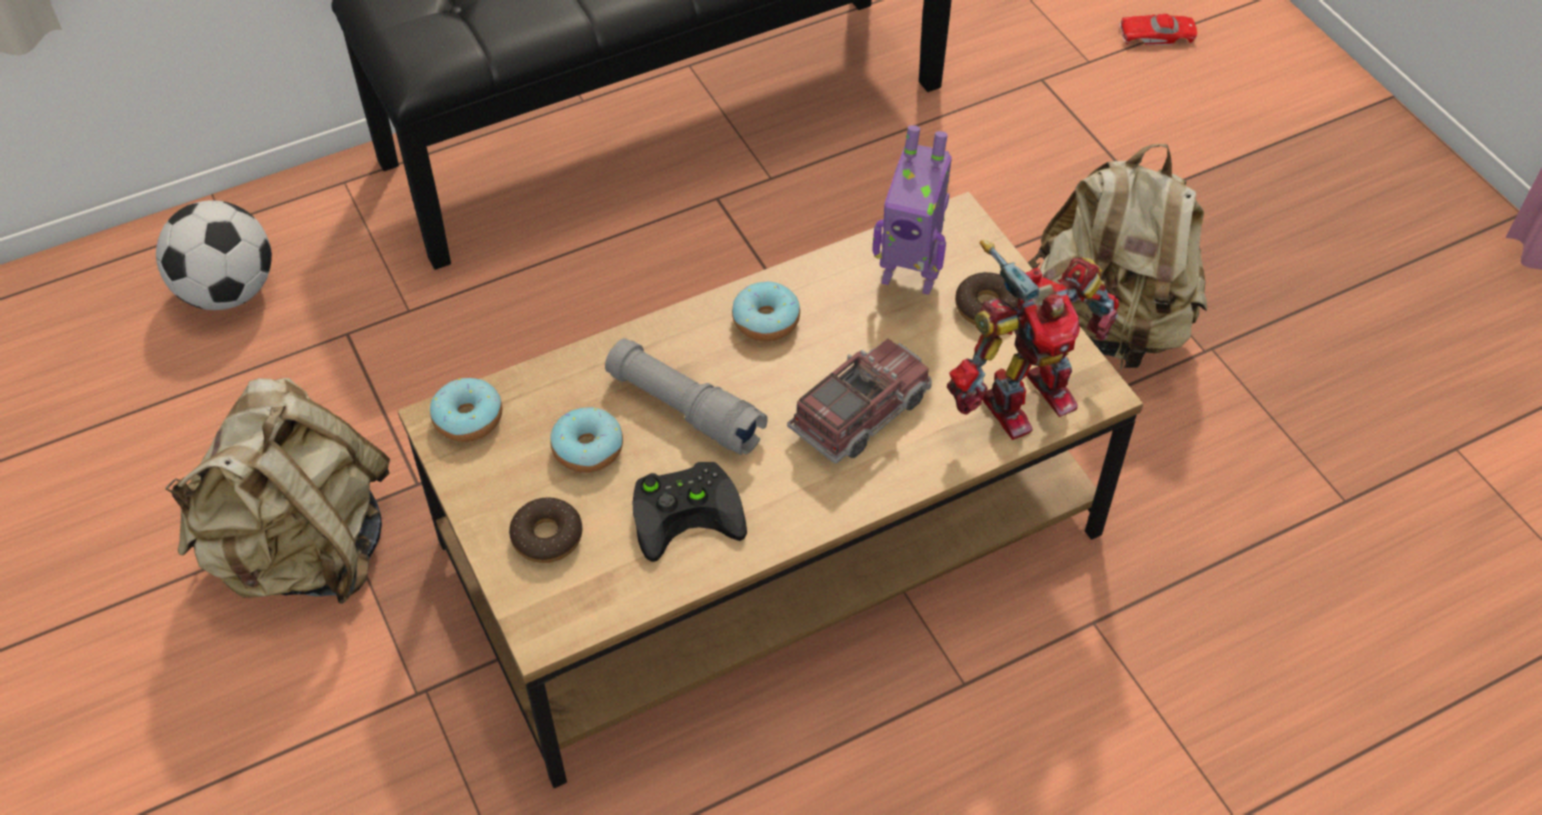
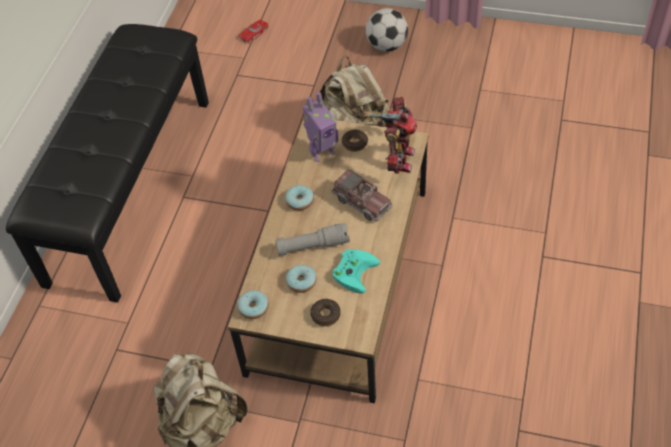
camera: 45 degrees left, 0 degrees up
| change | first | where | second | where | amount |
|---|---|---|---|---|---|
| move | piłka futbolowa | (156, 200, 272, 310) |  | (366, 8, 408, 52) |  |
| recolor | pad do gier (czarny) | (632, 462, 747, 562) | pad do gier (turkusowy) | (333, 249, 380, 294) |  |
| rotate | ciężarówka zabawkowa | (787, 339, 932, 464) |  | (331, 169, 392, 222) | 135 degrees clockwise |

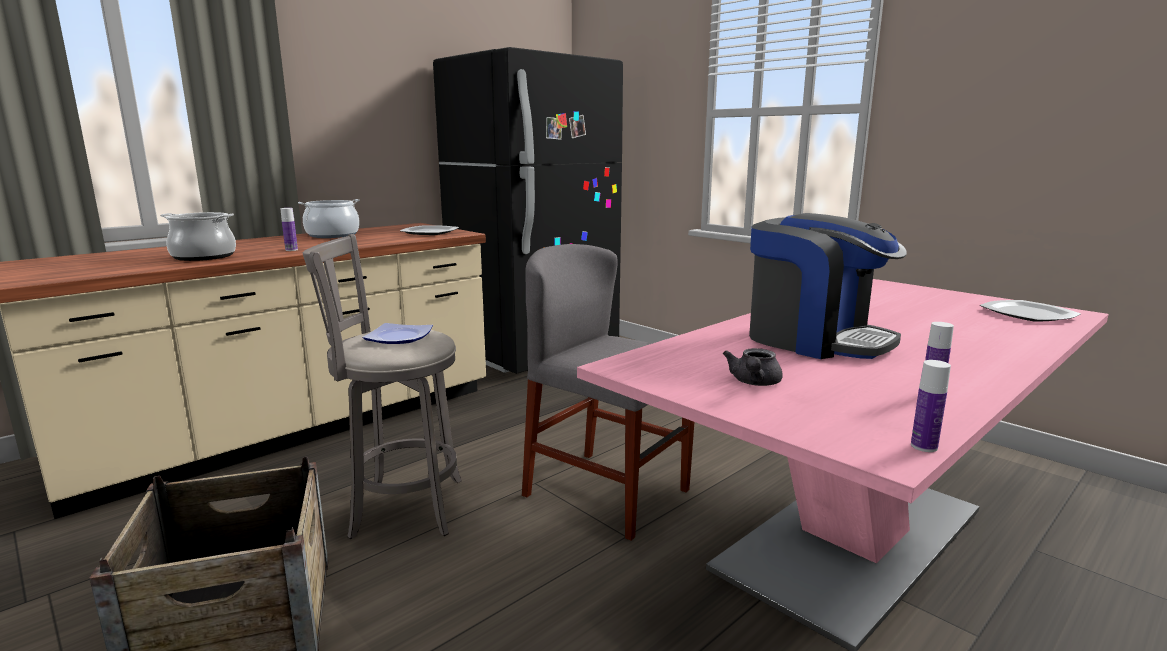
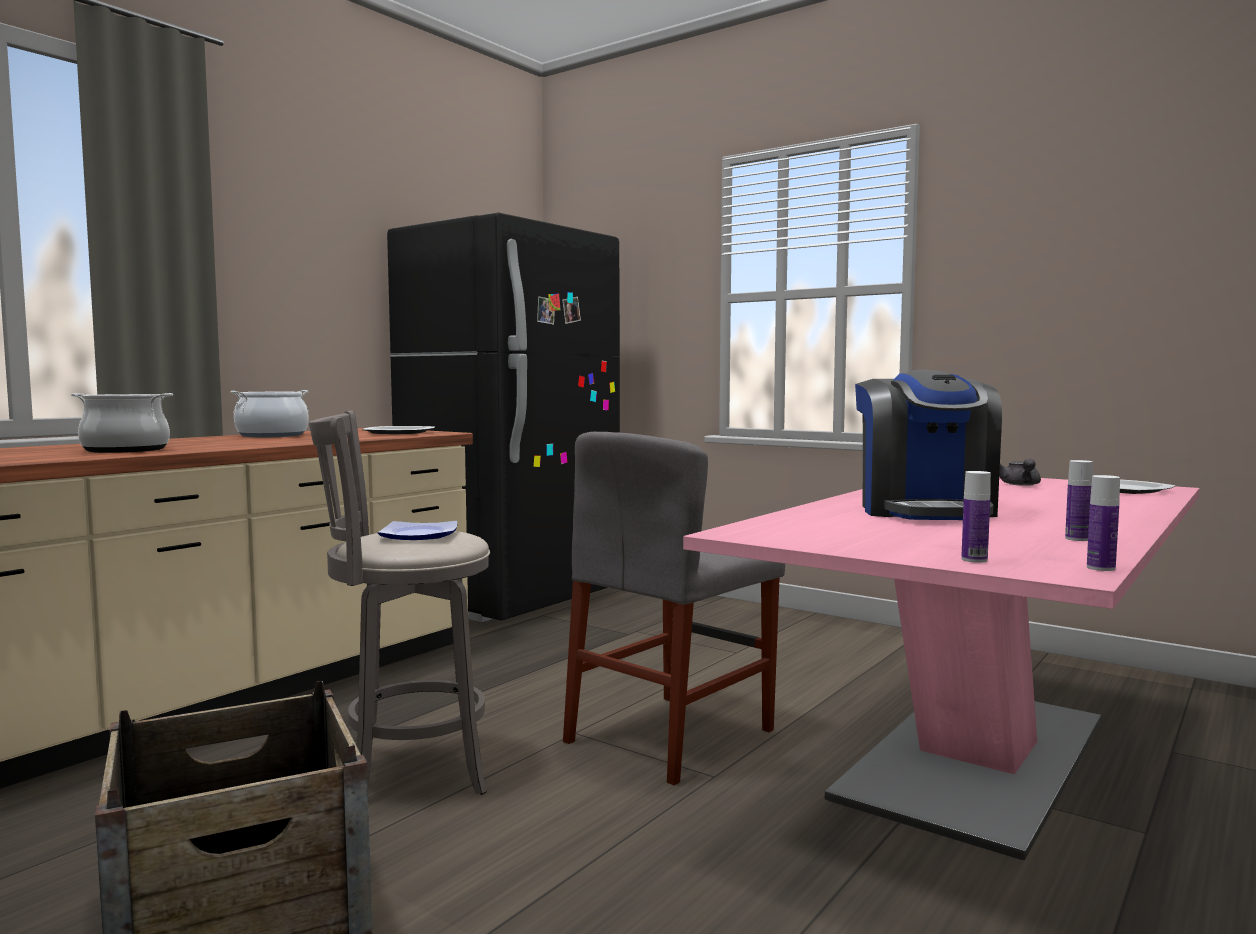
camera: 10 degrees left, 10 degrees down
| change | first | where | second | where | amount |
|---|---|---|---|---|---|
| move | butelka | (280, 208, 298, 251) |  | (961, 471, 991, 563) |  |
| move | imbryk (szary) | (723, 348, 783, 386) |  | (999, 459, 1041, 486) |  |
| rotate | krzesło (szary) | (522, 244, 694, 541) |  | (563, 432, 785, 785) | 75 degrees counterclockwise |
| rotate | ekspres do kawy | (749, 213, 907, 359) |  | (855, 370, 1002, 520) | 60 degrees clockwise |

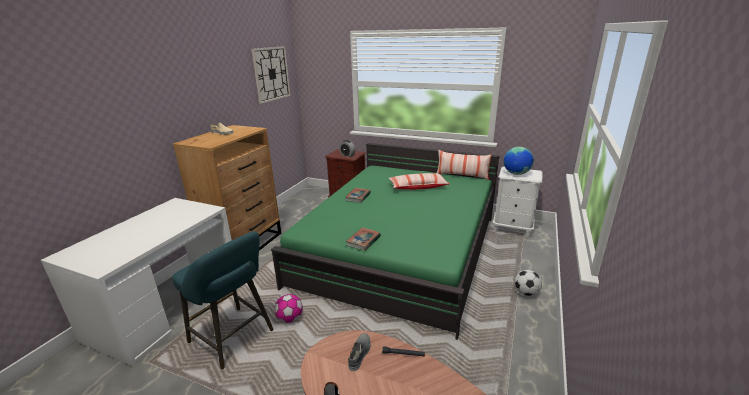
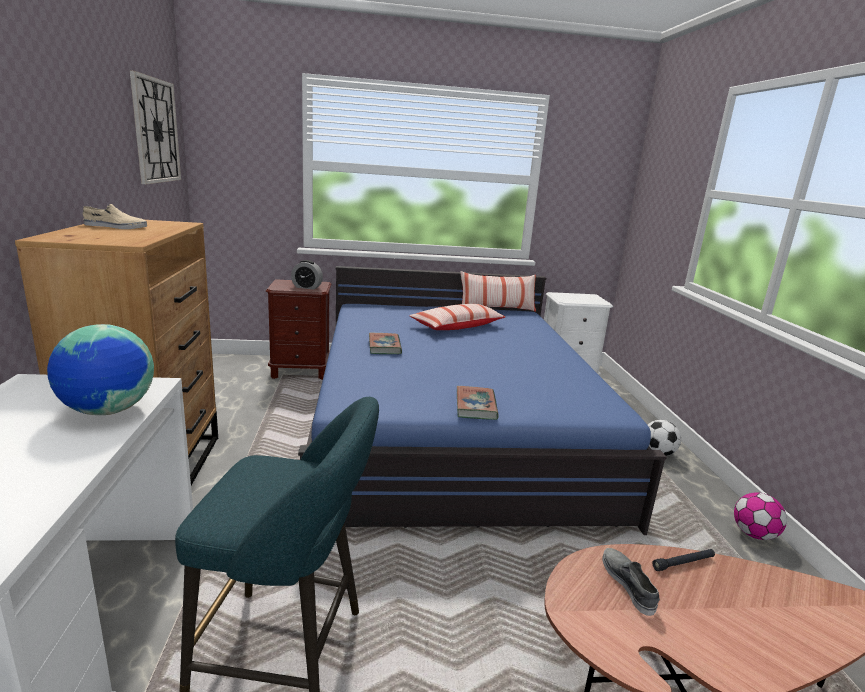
camera: 30 degrees left, 5 degrees down
| change | first | where | second | where | amount |
|---|---|---|---|---|---|
| move | piłka futbolowa | (275, 294, 303, 323) |  | (734, 492, 787, 540) |  |
| move | globus | (504, 147, 534, 175) |  | (47, 324, 154, 415) |  |
| recolor | łóżko (zielony) | (271, 143, 500, 340) | łóżko (niebieski) | (298, 266, 667, 535) |  |

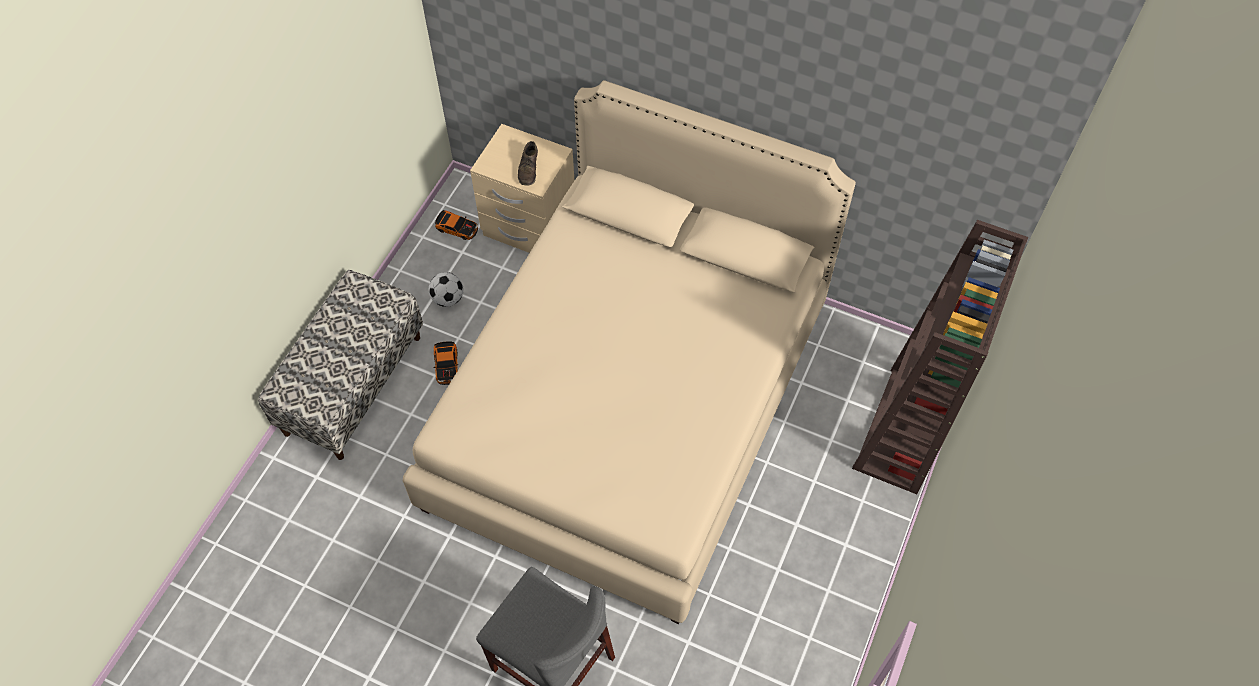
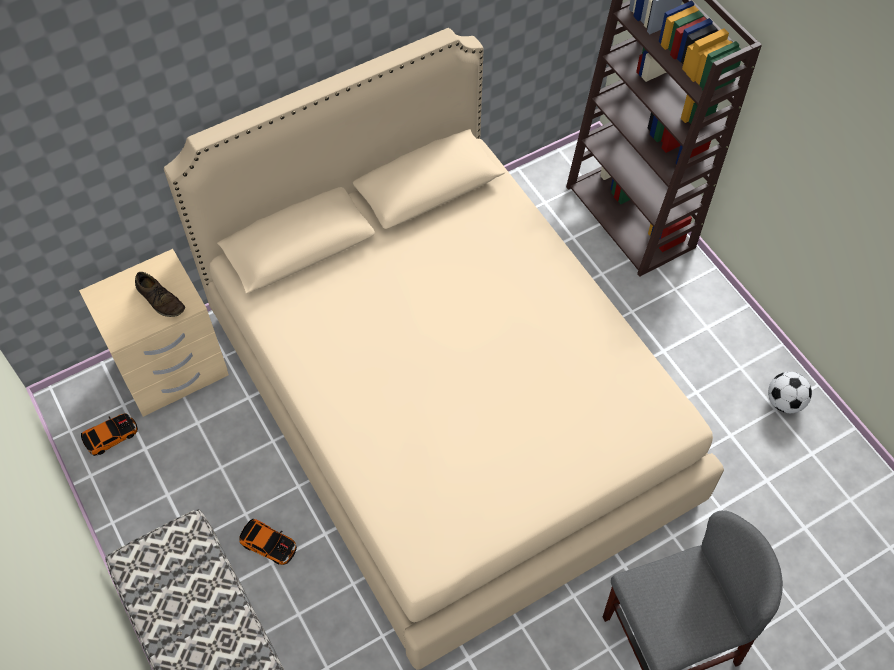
camera: 55 degrees left, 0 degrees up
| change | first | where | second | where | amount |
|---|---|---|---|---|---|
| move | piłka futbolowa | (429, 272, 463, 307) |  | (768, 372, 812, 413) |  |

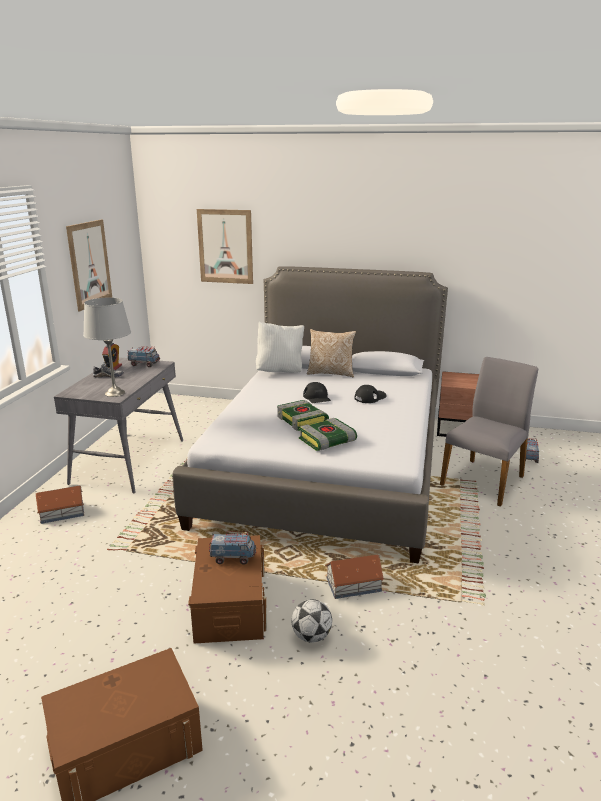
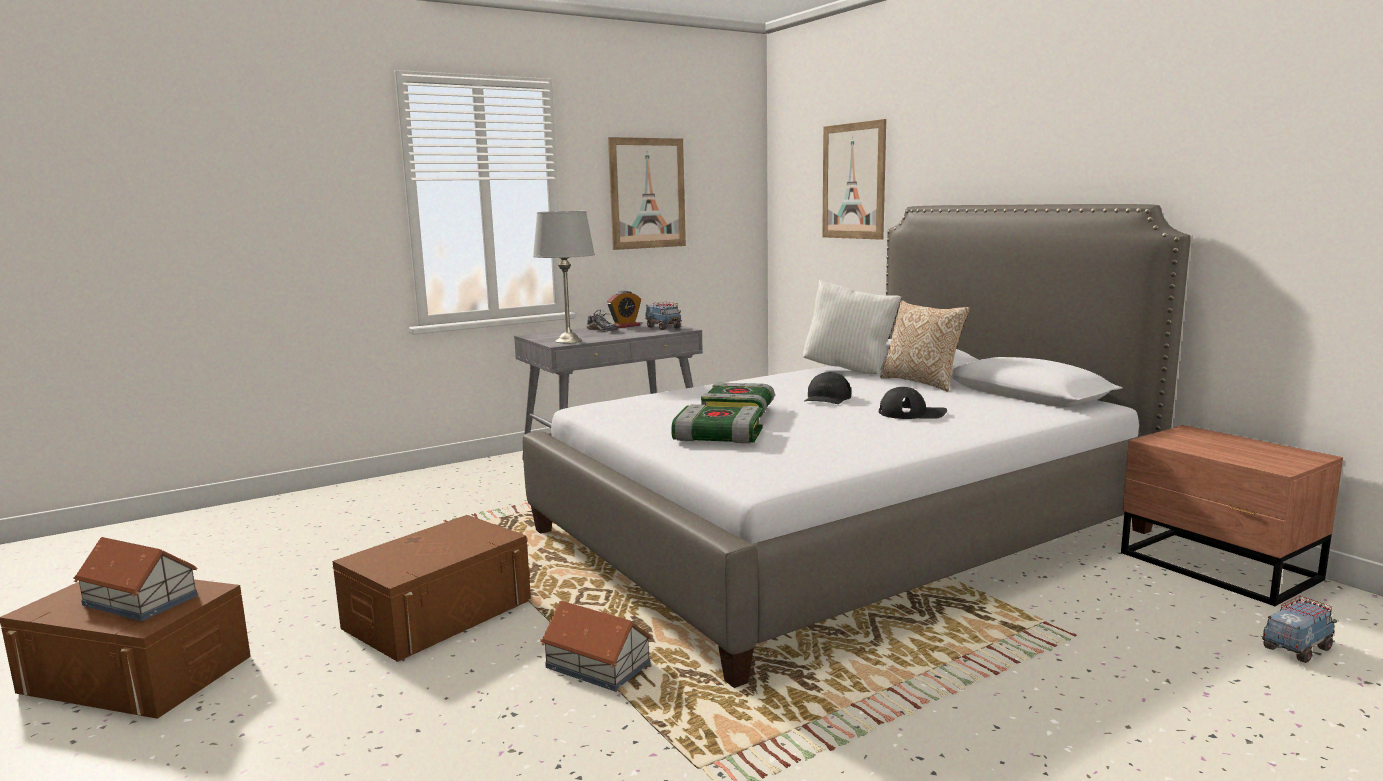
camera: 45 degrees right, 10 degrees down
| change | first | where | second | where | amount |
|---|---|---|---|---|---|
| delete | ciężarówka zabawkowa | (209, 531, 257, 565) |  |  |  |
| delete | piłka futbolowa | (291, 599, 332, 643) |  |  |  |
| delete | krzesło (szary) | (440, 357, 538, 507) |  |  |  |
| move | domek | (36, 486, 84, 524) |  | (73, 537, 198, 621) |  |

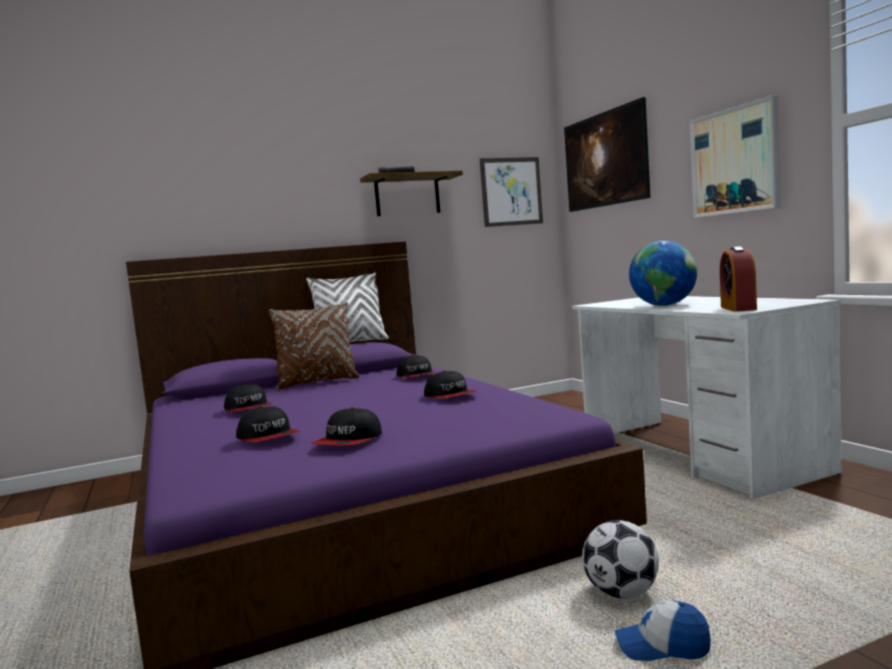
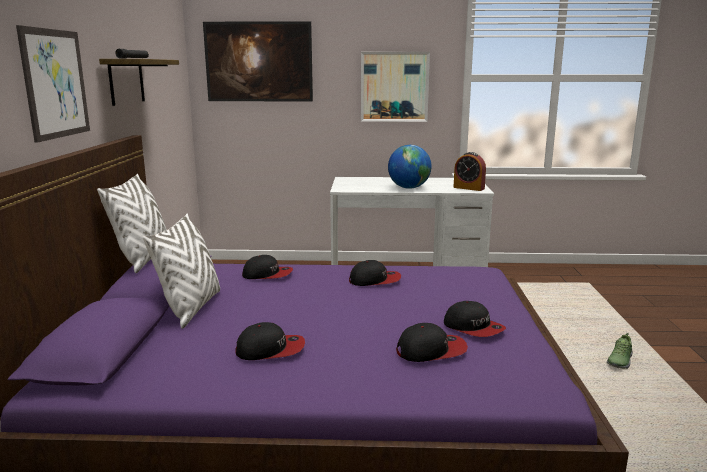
camera: 65 degrees left, 10 degrees up
| change | first | where | second | where | amount |
|---|---|---|---|---|---|
| delete | piłka futbolowa | (582, 520, 659, 599) |  |  |  |
| move | obraz | (480, 157, 543, 227) |  | (16, 25, 90, 143) |  |
| replace | czapka z daszkiem | (615, 600, 711, 661) | but | (607, 333, 633, 369) |  |
| recolor | poduszka (brązowy) | (269, 302, 359, 390) | poduszka (biały) | (143, 214, 220, 329) |  |

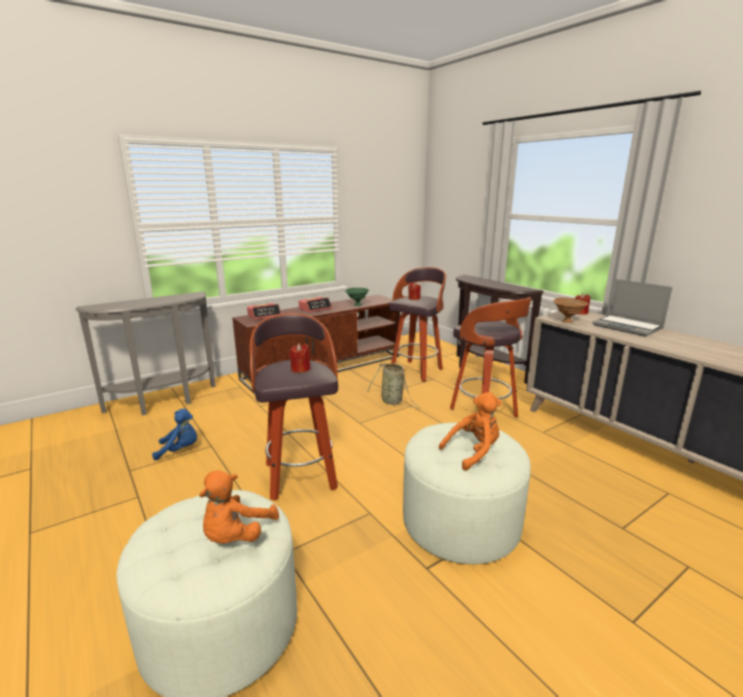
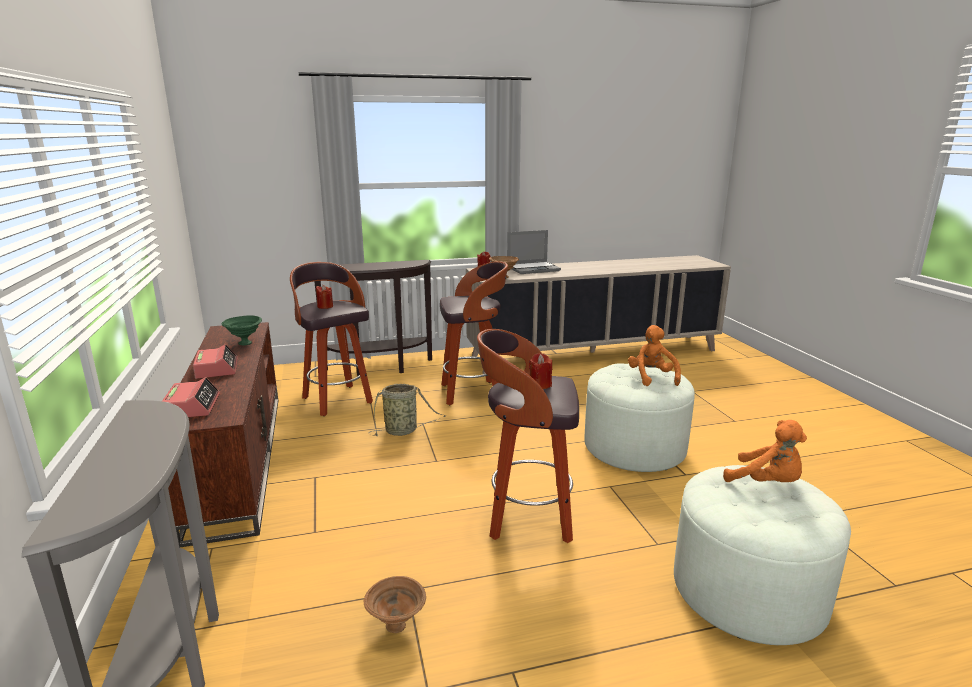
camera: 70 degrees left, 0 degrees up
| change | first | where | second | where | amount |
|---|---|---|---|---|---|
| replace | pluszak (niebieski) | (152, 409, 197, 460) | miska (brązowy) | (364, 576, 426, 633) |  |

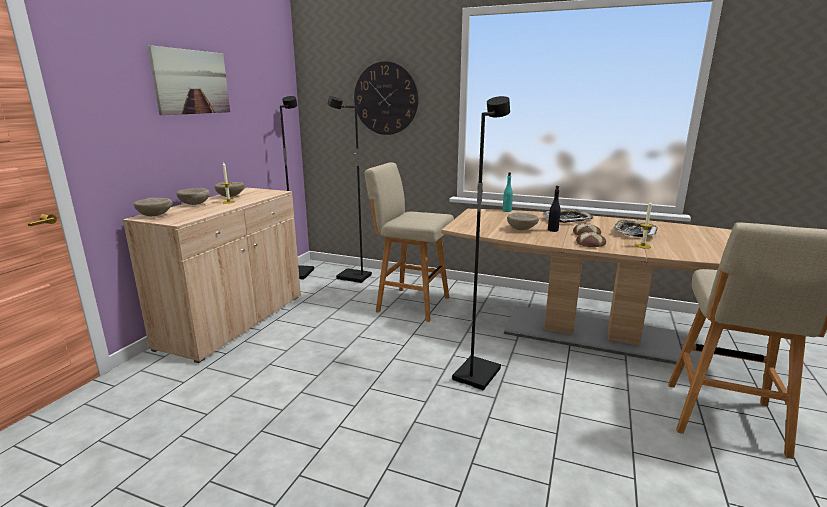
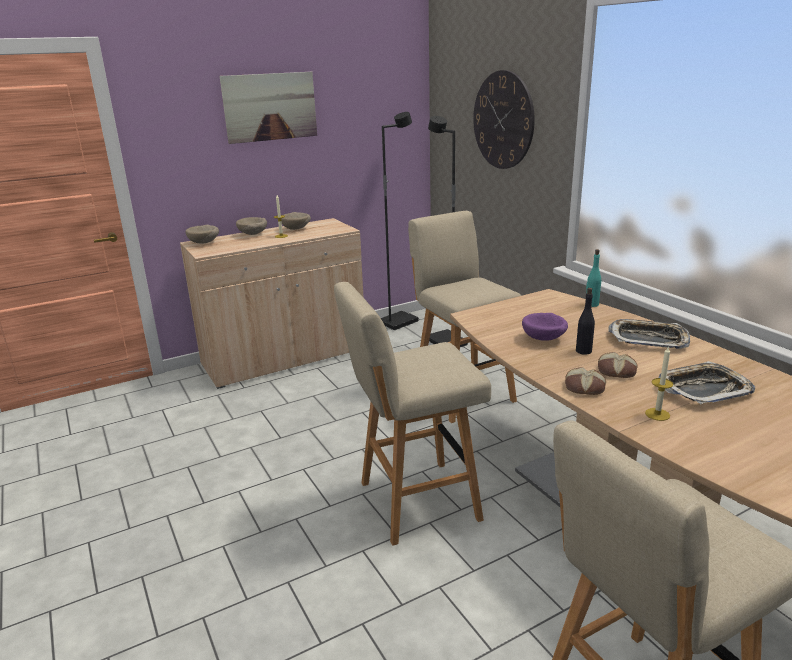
camera: 40 degrees right, 5 degrees up
| change | first | where | second | where | amount |
|---|---|---|---|---|---|
| replace | lampa stojąca (czarny) | (452, 96, 510, 390) | stołek (beżowy) | (334, 282, 491, 546) |  |
| recolor | miska (beżowy) | (507, 212, 539, 230) | miska (fioletowy) | (522, 313, 568, 341) |  |

